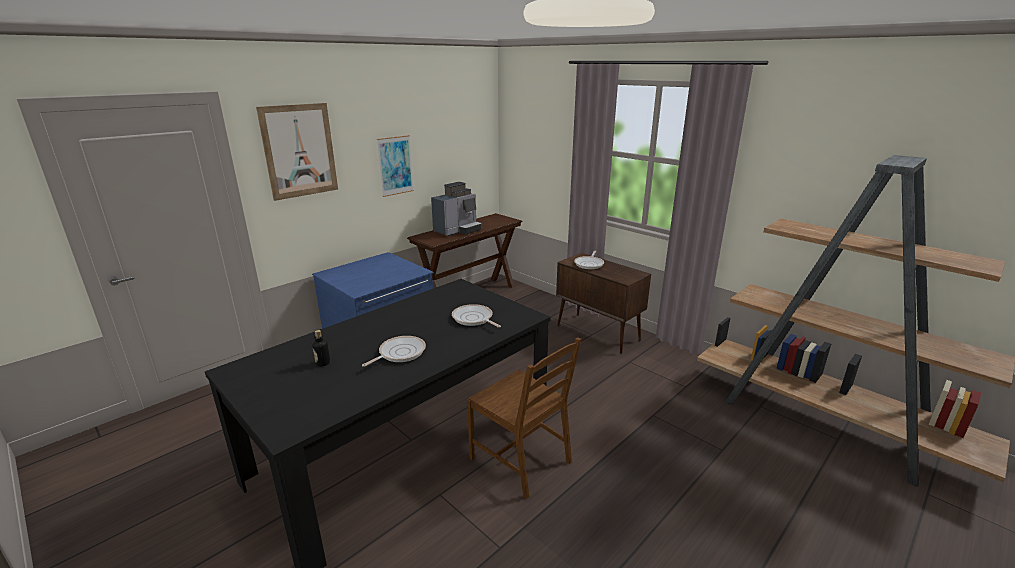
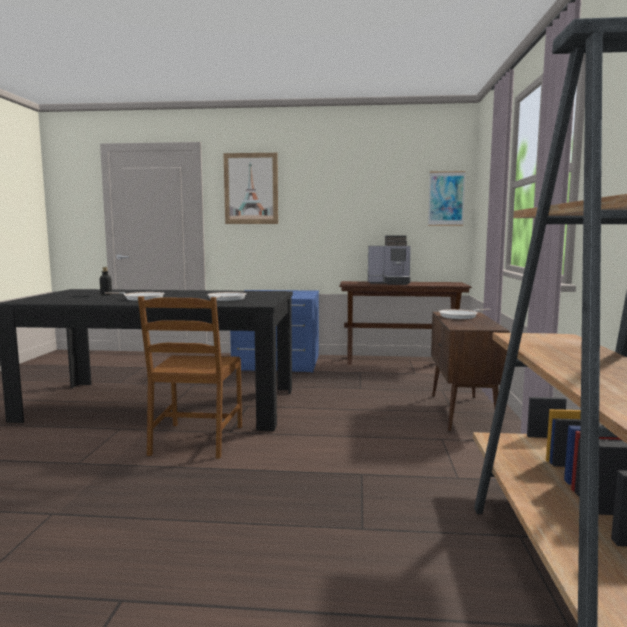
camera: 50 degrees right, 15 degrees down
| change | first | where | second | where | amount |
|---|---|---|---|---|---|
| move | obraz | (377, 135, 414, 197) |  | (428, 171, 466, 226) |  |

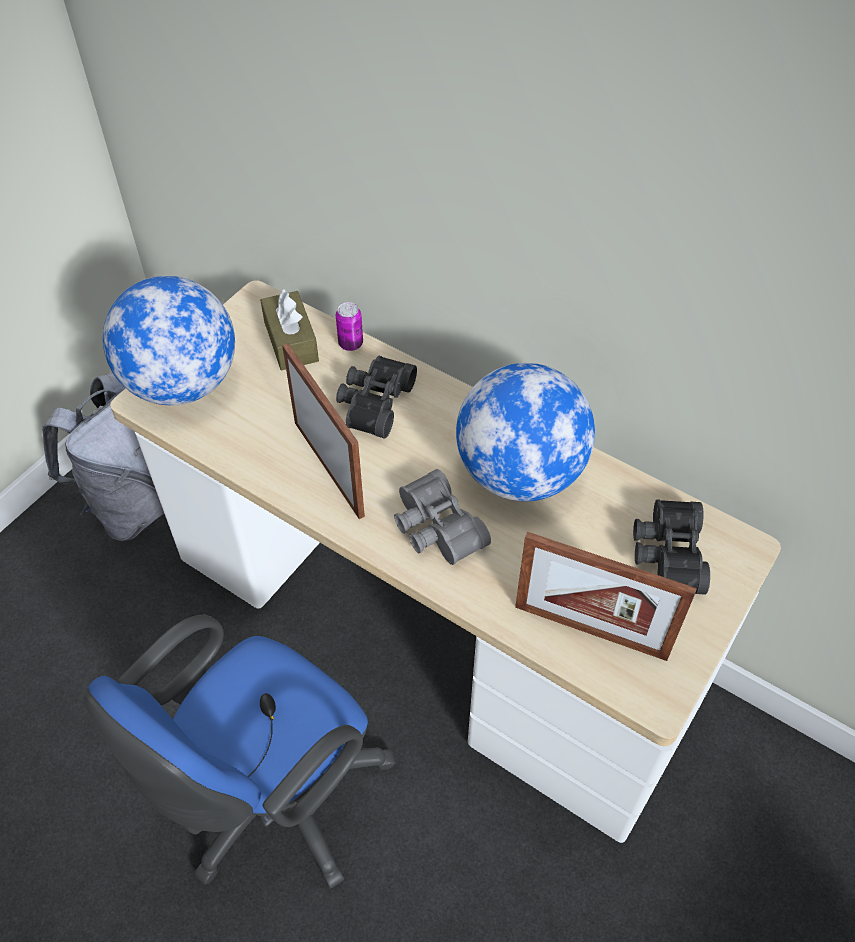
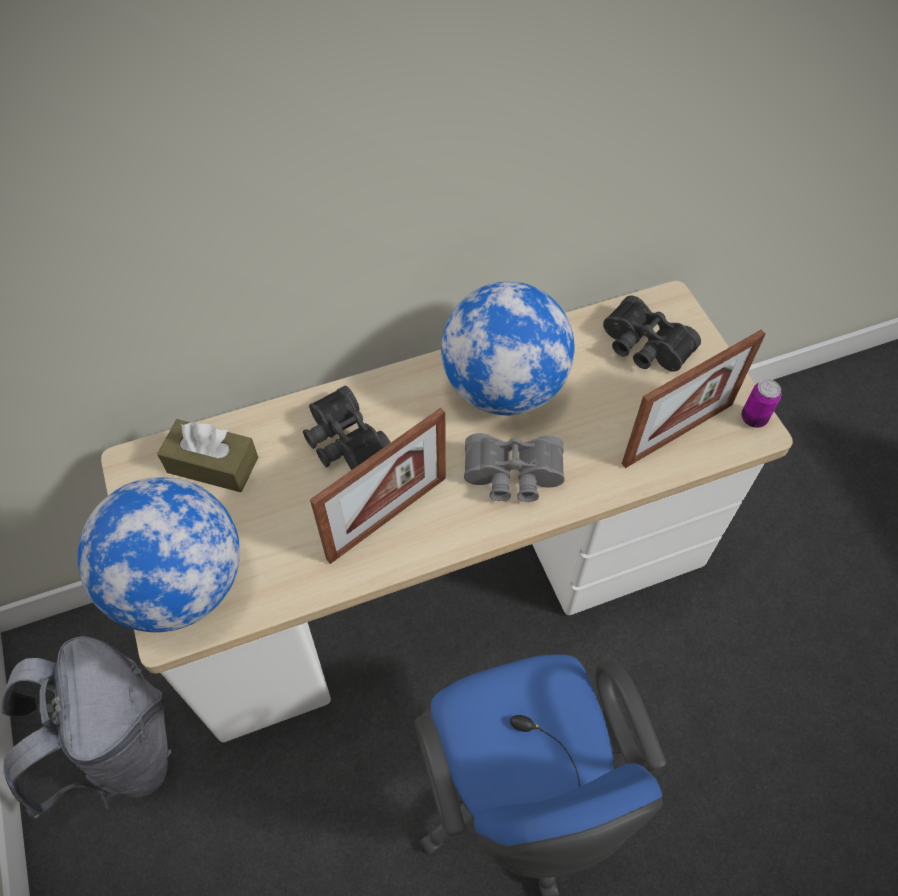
camera: 55 degrees left, 5 degrees up
| change | first | where | second | where | amount |
|---|---|---|---|---|---|
| move | puszka | (336, 302, 363, 351) |  | (741, 379, 781, 428) |  |
| rotate | ramka na zdjęcie | (282, 343, 365, 519) |  | (310, 408, 446, 564) | 135 degrees clockwise |

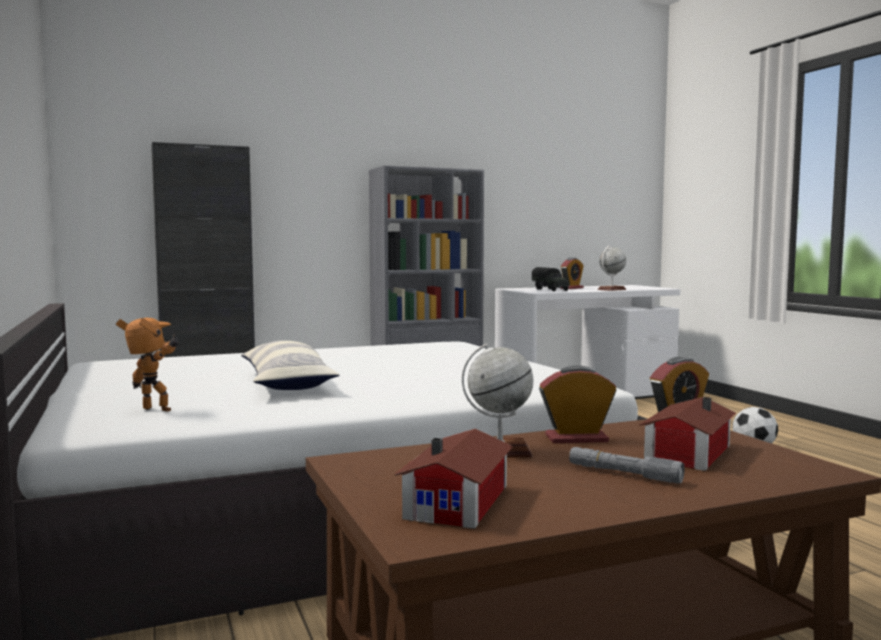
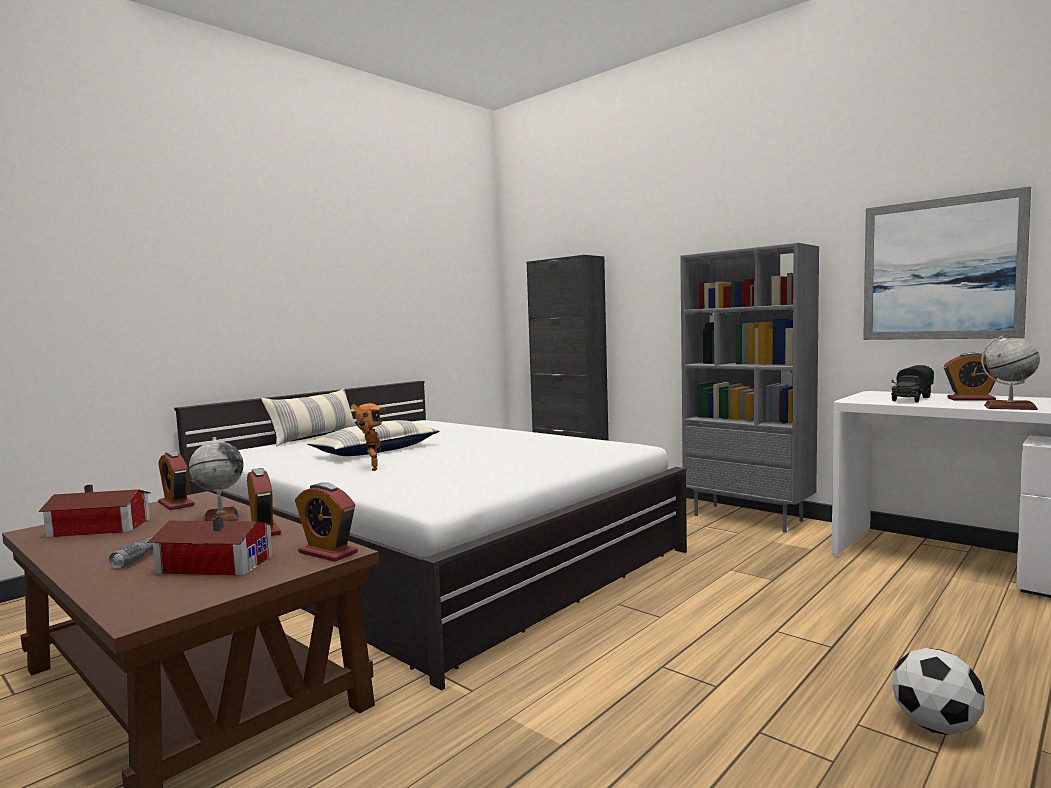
camera: 65 degrees right, 0 degrees up
| change | first | where | second | where | amount |
|---|---|---|---|---|---|
| insert |  |  | budzik | (158, 451, 195, 510) |  |
| insert |  |  | poduszka | (261, 388, 357, 447) |  |
| insert |  |  | obraz | (863, 186, 1031, 340) |  |
| move | robot zabawkowy | (116, 318, 180, 412) |  | (351, 403, 387, 471) |  |

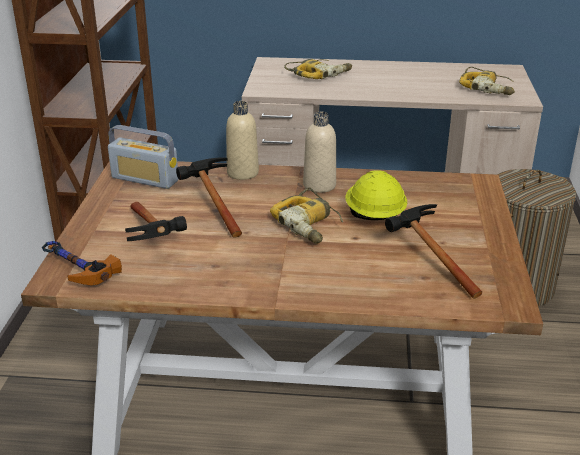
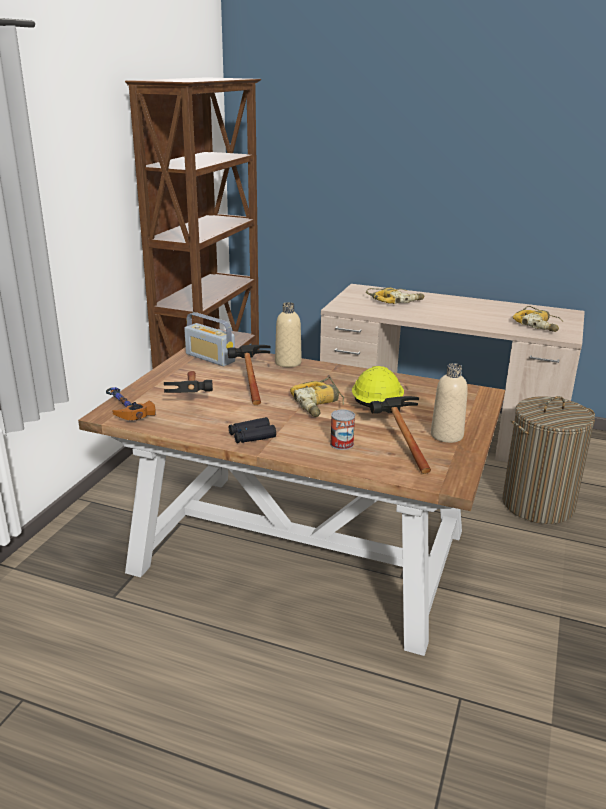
camera: 15 degrees right, 5 degrees down
| change | first | where | second | where | amount |
|---|---|---|---|---|---|
| insert |  |  | lornetka (czarny) | (229, 417, 276, 443) |  |
| insert |  |  | puszka | (330, 409, 355, 450) |  |
| move | butelka (beżowy) | (303, 112, 336, 193) |  | (431, 363, 468, 443) |  |

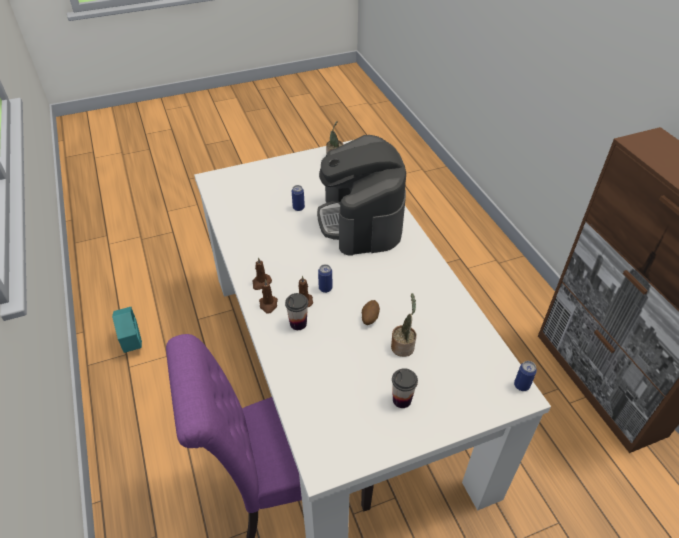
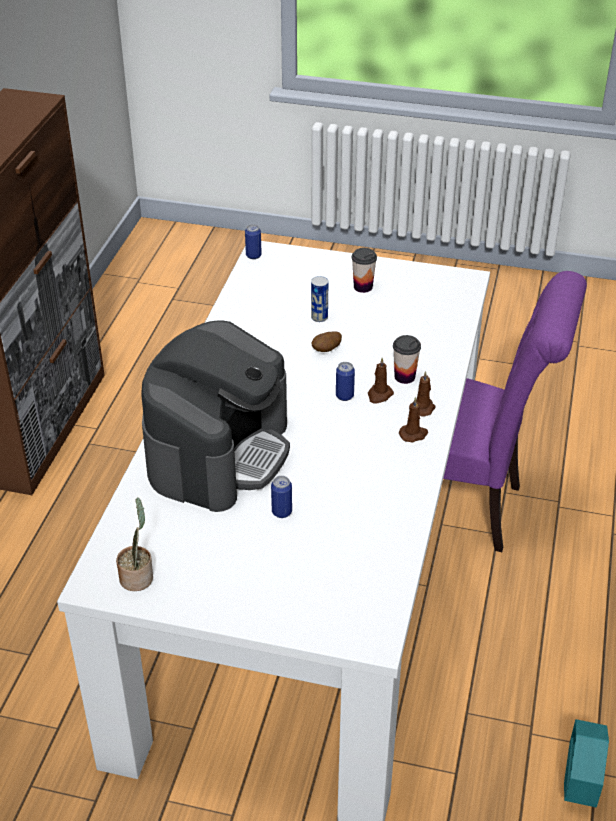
camera: 145 degrees left, 5 degrees down
| change | first | where | second | where | amount |
|---|---|---|---|---|---|
| replace | roślina doniczkowa | (391, 293, 416, 357) | puszka | (311, 276, 328, 322) |  |

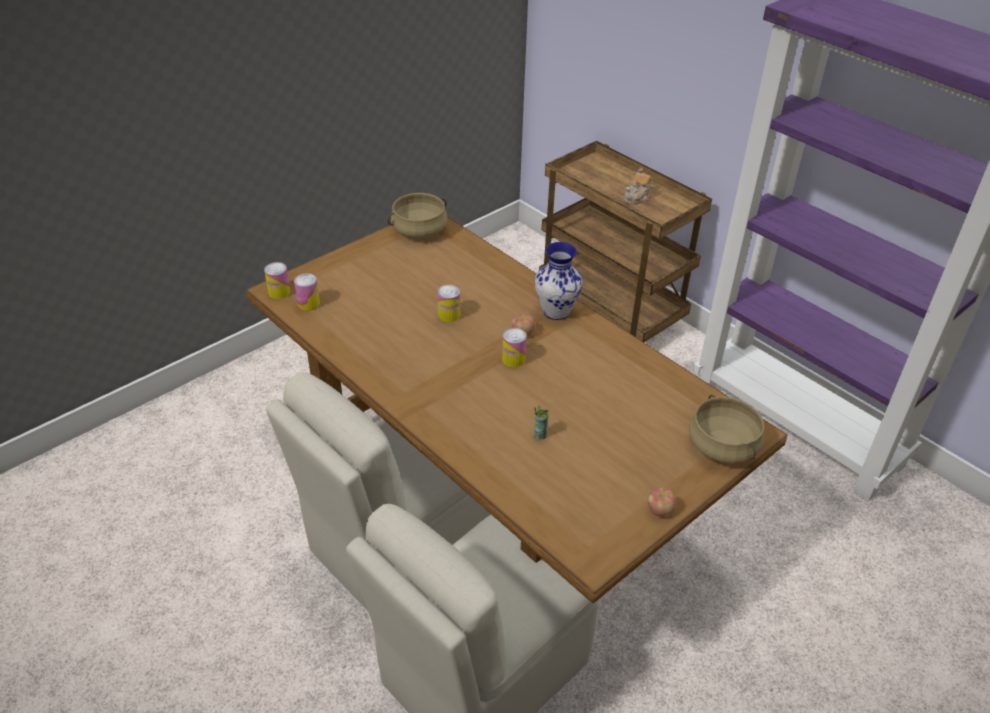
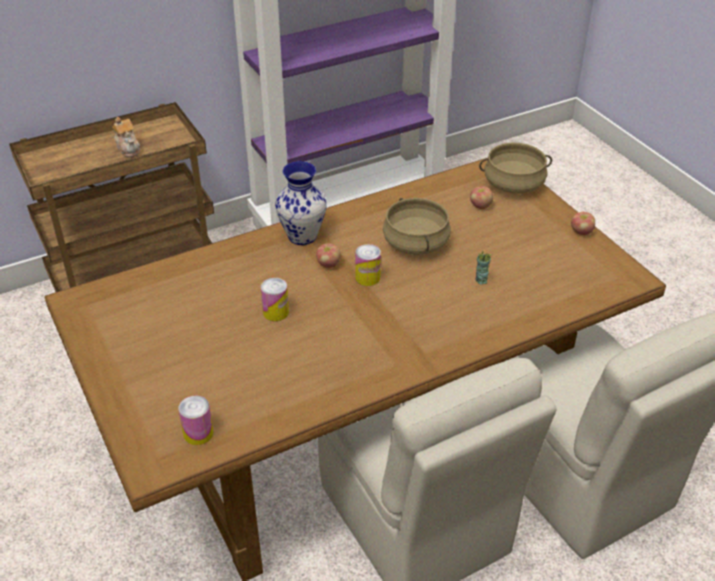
camera: 75 degrees left, 0 degrees up
| change | first | where | second | where | amount |
|---|---|---|---|---|---|
| delete | puszka | (264, 262, 290, 299) |  |  |  |
| insert |  |  | jabłko | (470, 186, 493, 209) |  |
| move | garnek (beżowy) | (387, 193, 447, 238) |  | (383, 198, 451, 255) |  |

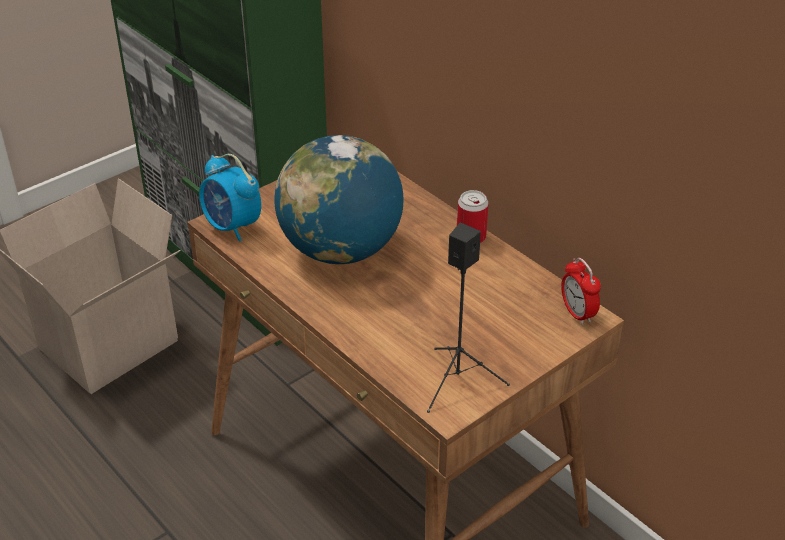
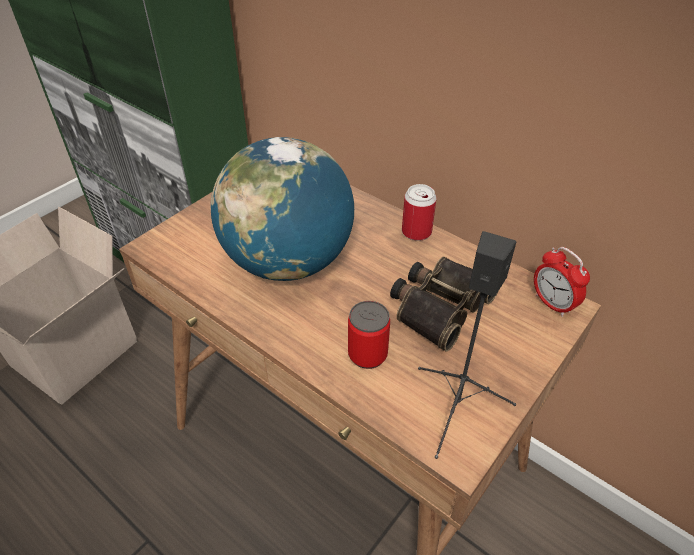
camera: 10 degrees left, 5 degrees up
| change | first | where | second | where | amount |
|---|---|---|---|---|---|
| delete | budzik | (199, 154, 261, 242) |  |  |  |
| insert |  |  | puszka | (348, 301, 390, 369) |  |
| insert |  |  | lornetka | (390, 256, 498, 352) |  |

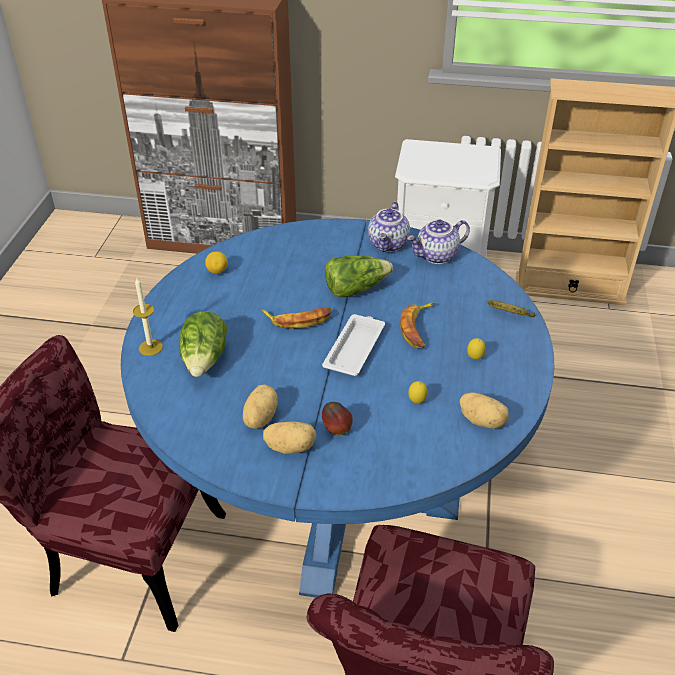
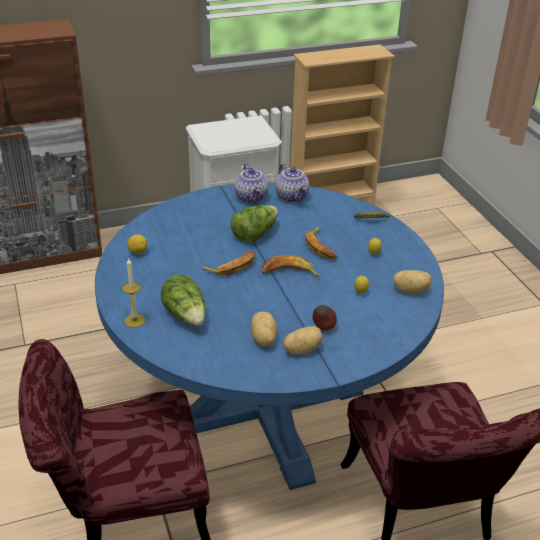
camera: 30 degrees left, 5 degrees down
| change | first | where | second | where | amount |
|---|---|---|---|---|---|
| replace | taca (biały) | (322, 314, 385, 376) | banan | (262, 255, 320, 277) |  |
| rotate | imbryk | (407, 220, 470, 264) |  | (275, 163, 309, 203) | 60 degrees counterclockwise |

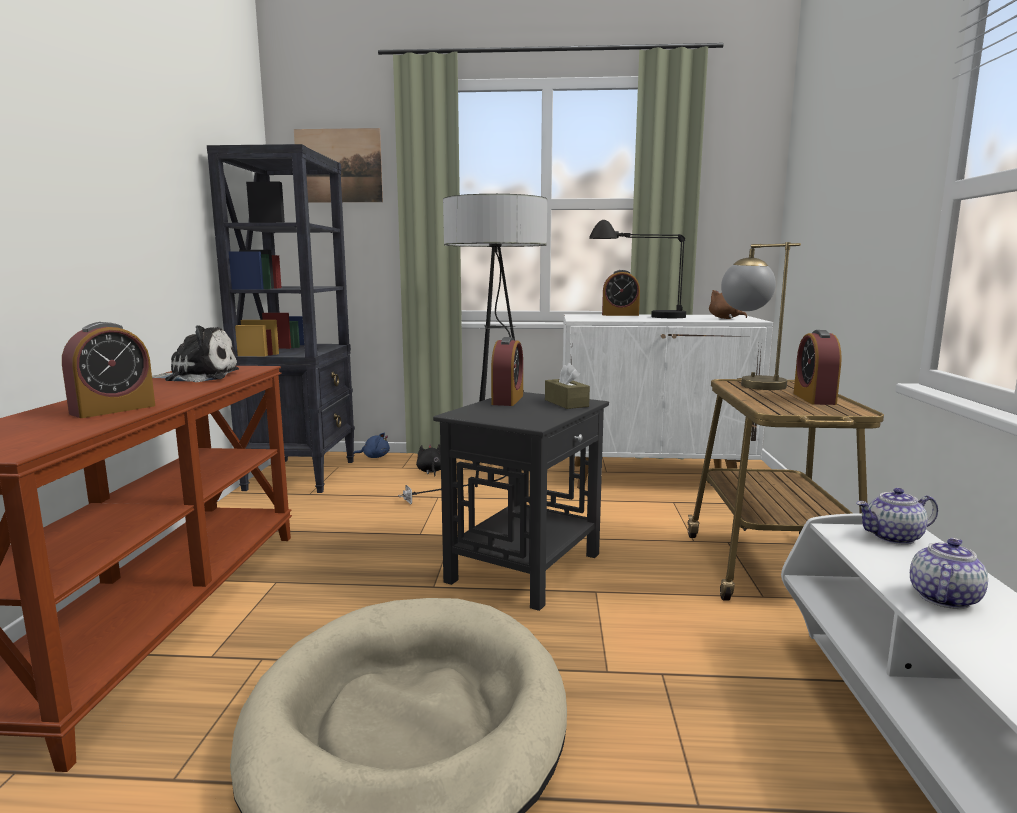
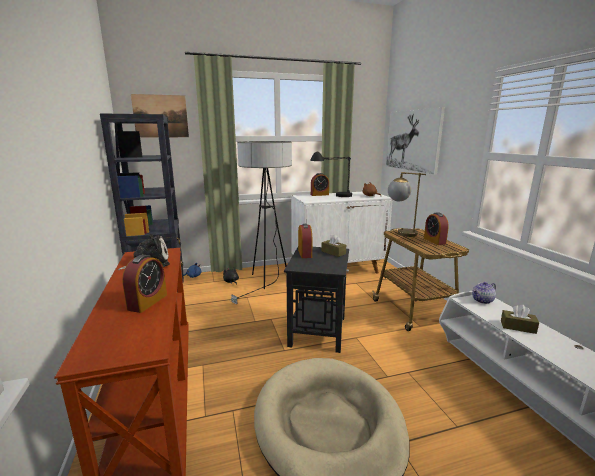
camera: 20 degrees left, 5 degrees up
| change | first | where | second | where | amount |
|---|---|---|---|---|---|
| insert |  |  | obraz | (386, 107, 445, 175) |  |
| replace | imbryk | (910, 538, 988, 609) | pudełko chusteczek (brązowy) | (501, 305, 539, 334) |  |

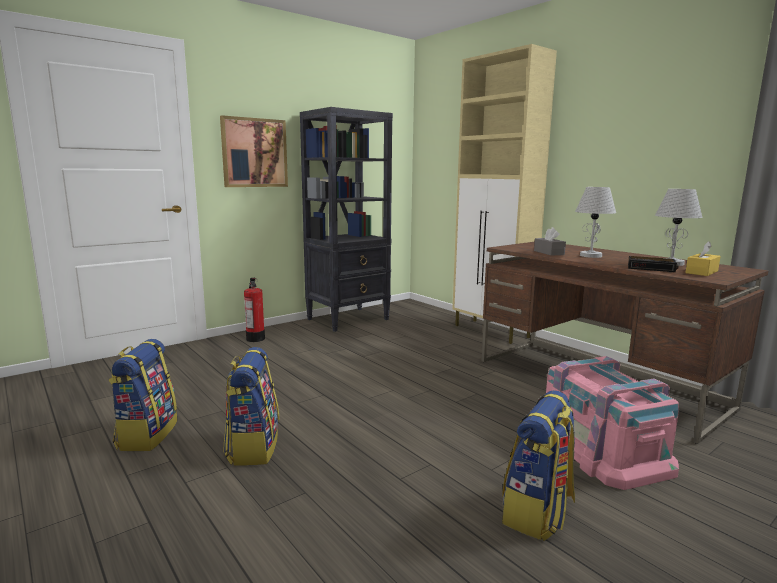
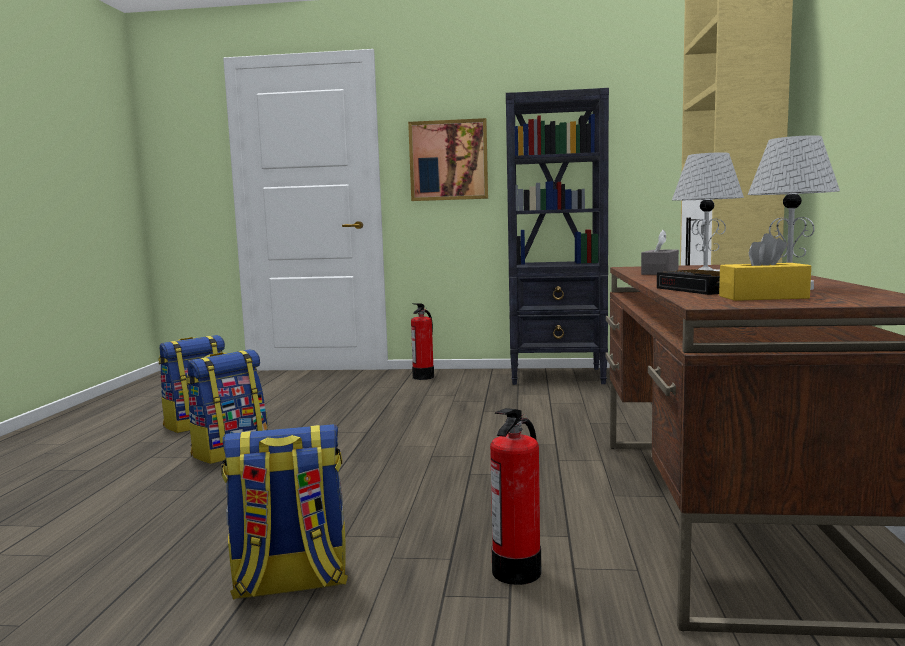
camera: 45 degrees right, 5 degrees down
| change | first | where | second | where | amount |
|---|---|---|---|---|---|
| replace | pojemnik do przechowywania (różowy) | (546, 356, 679, 490) | gaśnica | (490, 408, 541, 585) |  |

